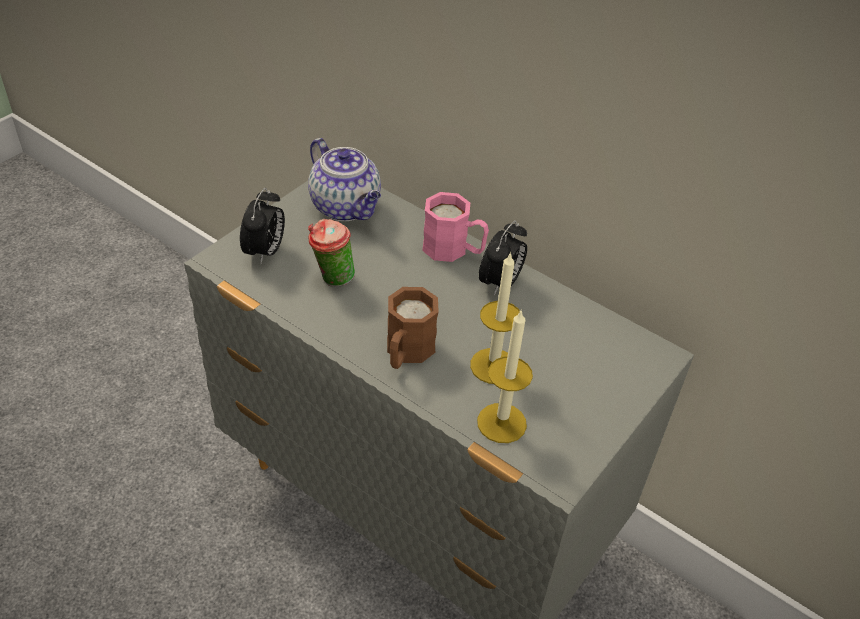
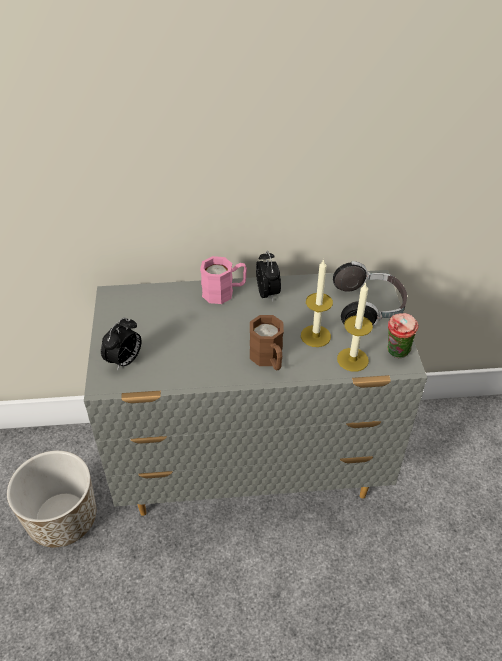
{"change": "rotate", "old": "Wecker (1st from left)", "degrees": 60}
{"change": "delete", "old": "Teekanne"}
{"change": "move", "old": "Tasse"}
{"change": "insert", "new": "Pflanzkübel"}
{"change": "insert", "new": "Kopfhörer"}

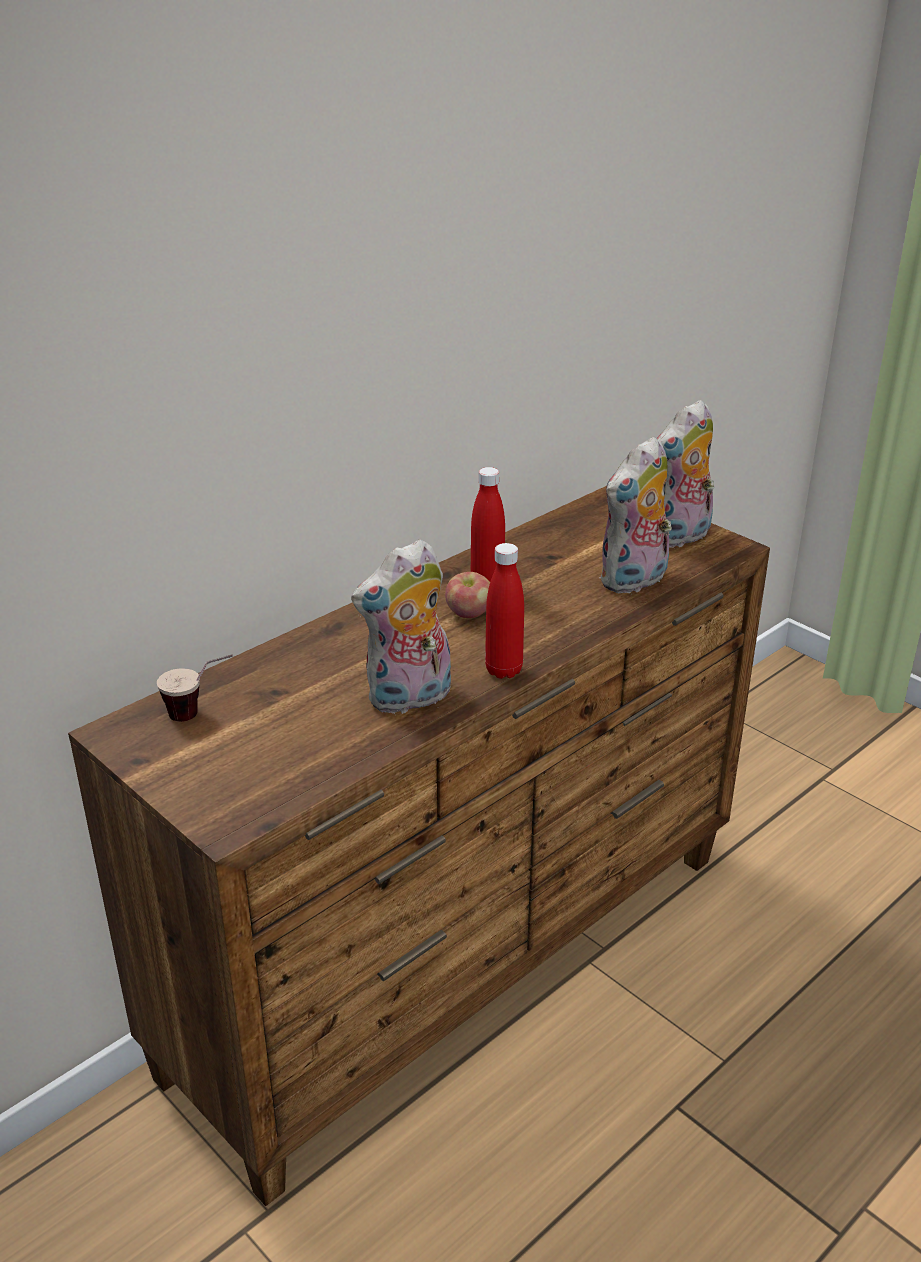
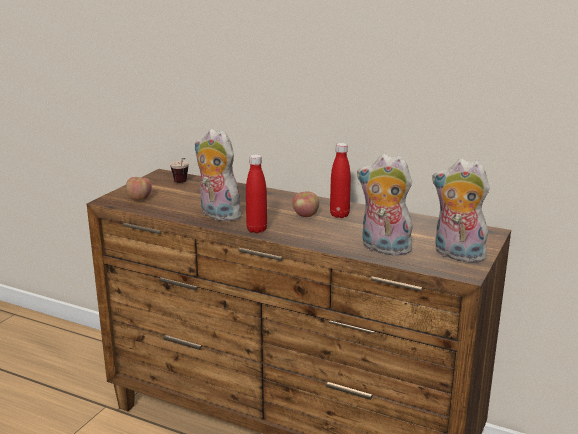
{"change": "insert", "new": "Apfel (1st from left)"}

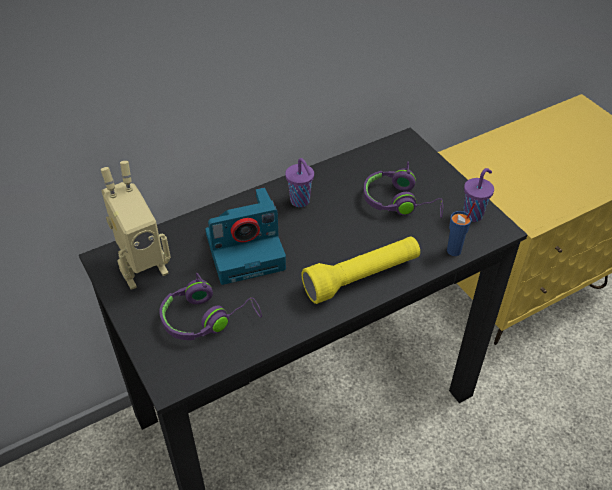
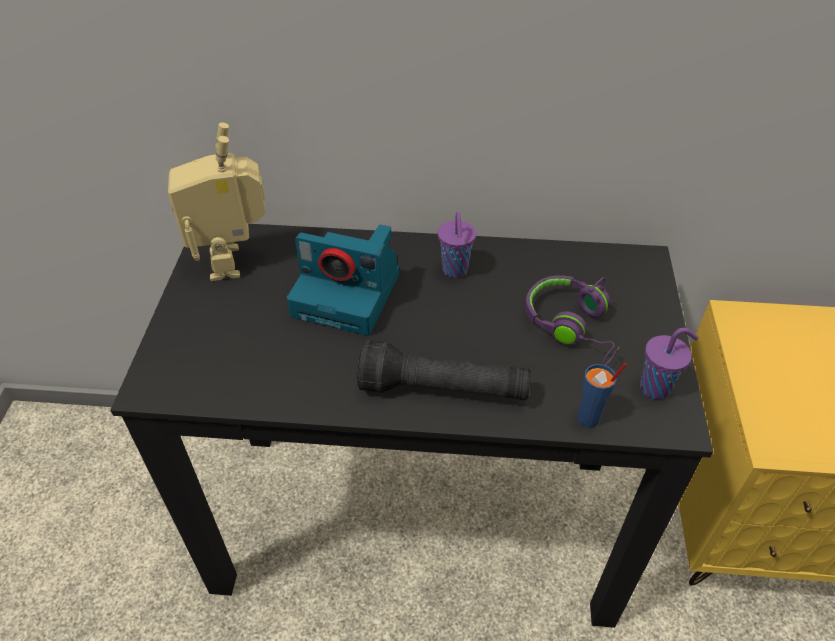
{"change": "rotate", "old": "Spielzeugroboter", "degrees": 75}
{"change": "delete", "old": "Kopfhörer (lila) (1st from left)"}
{"change": "recolor", "old": "Taschenlampe (gelb)", "new": "Taschenlampe (schwarz)"}

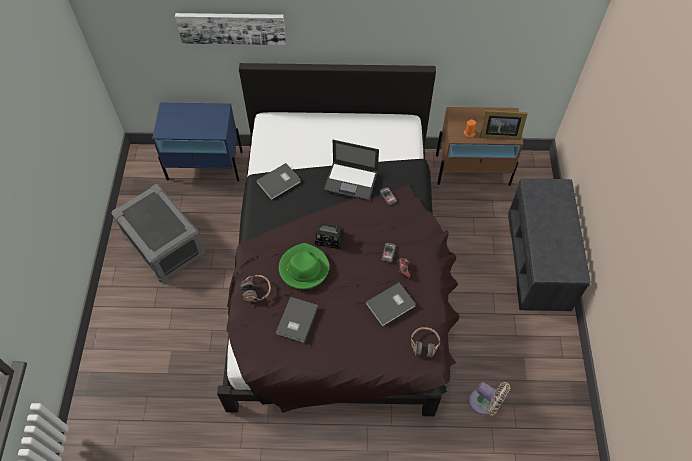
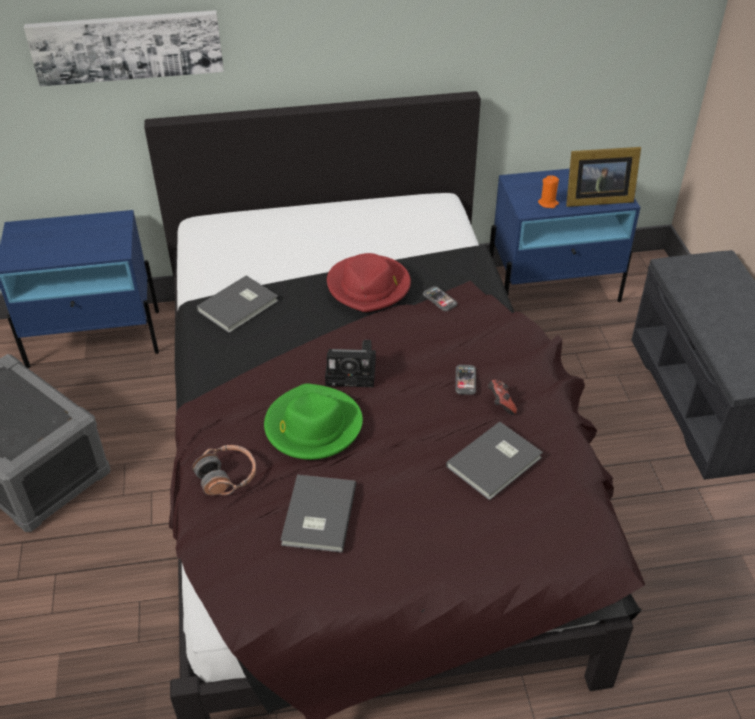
{"change": "replace", "old": "Laptop", "new": "Hut (rot)"}
{"change": "delete", "old": "Kopfhörer (2nd from left)"}
{"change": "recolor", "old": "Nachttisch (braun)", "new": "Nachttisch (blau) (2nd from left)"}
{"change": "delete", "old": "Ventilator (beige)"}

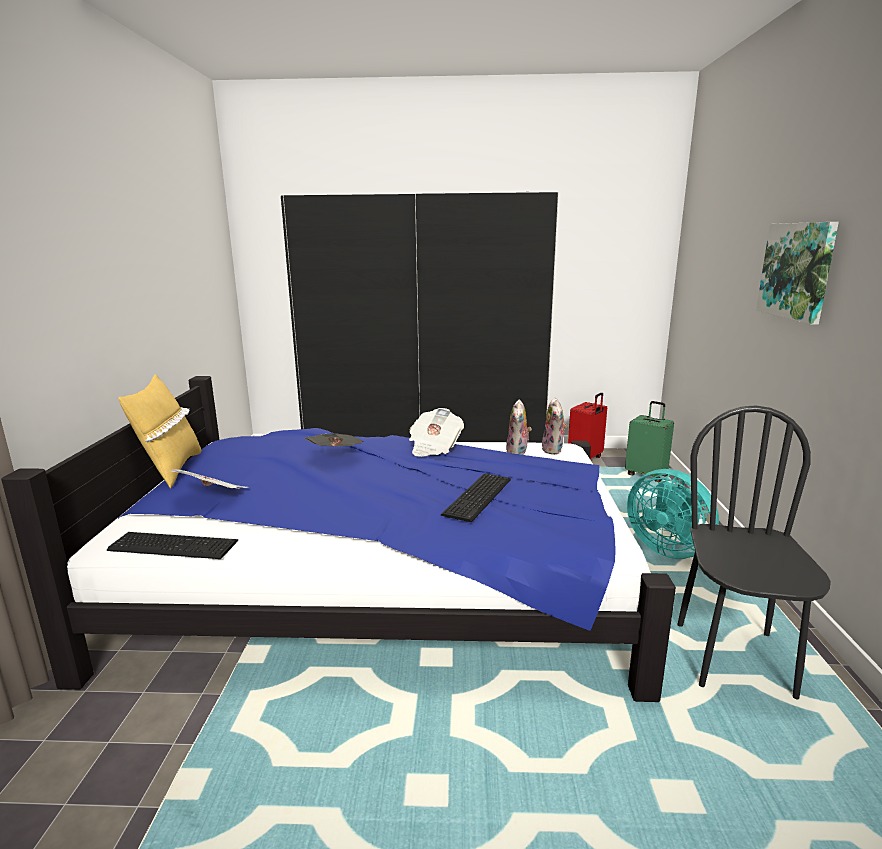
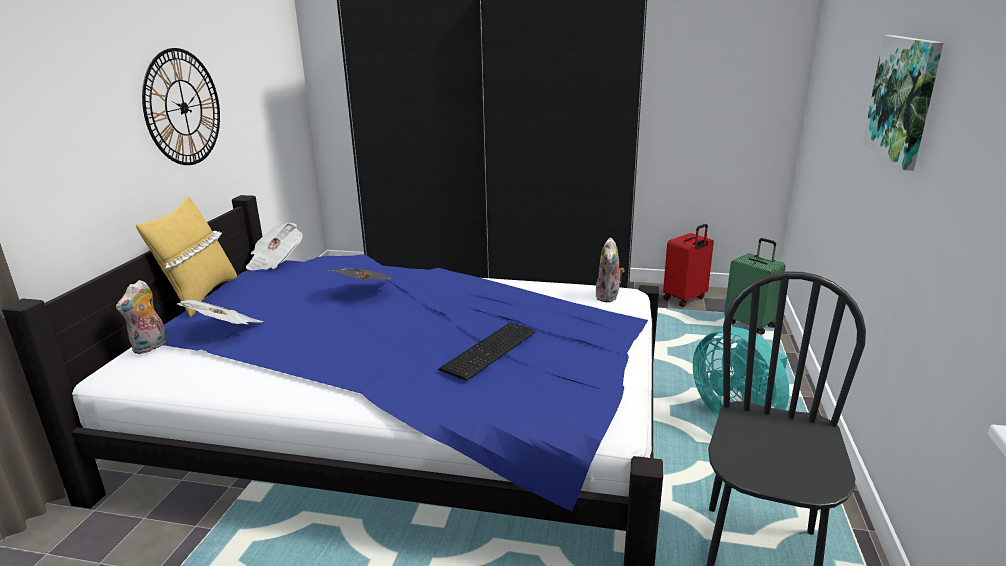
{"change": "delete", "old": "Tastatur (1st from left)"}
{"change": "move", "old": "Zeitung (3rd from left in the first image)", "new": "Zeitung (2nd from left)"}
{"change": "move", "old": "Plüschtier (1st from left)"}
{"change": "insert", "new": "Wanduhr"}

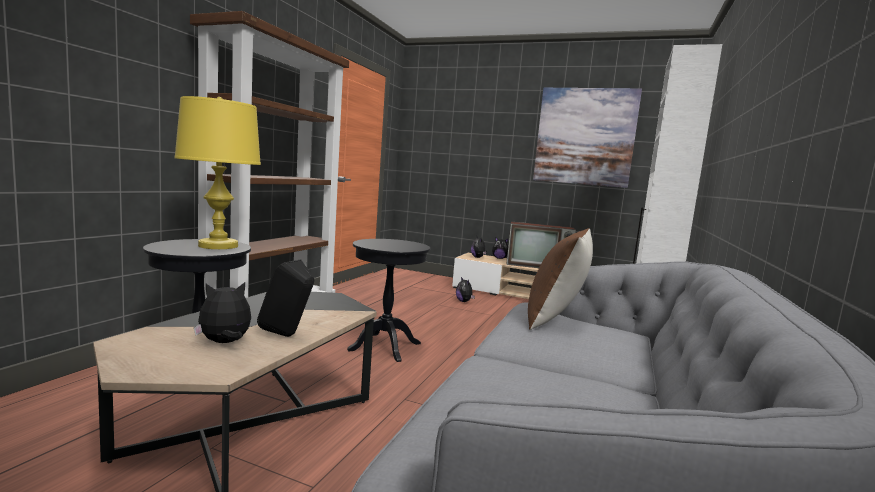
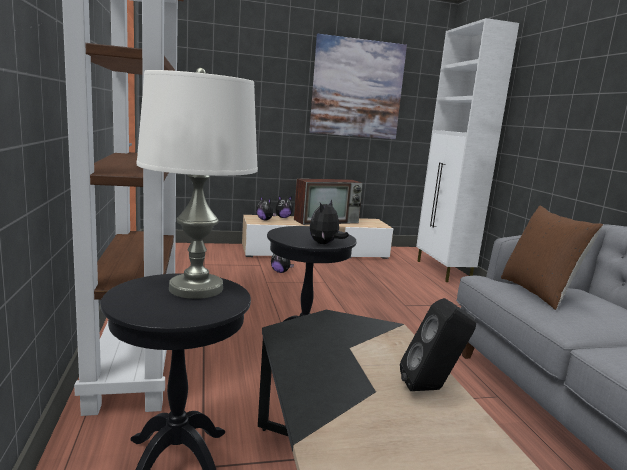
{"change": "recolor", "old": "Tischlampe (gelb)", "new": "Tischlampe (weiß)"}
{"change": "move", "old": "Plüschtier (1st from left in the first image)", "new": "Plüschtier (4th from left)"}

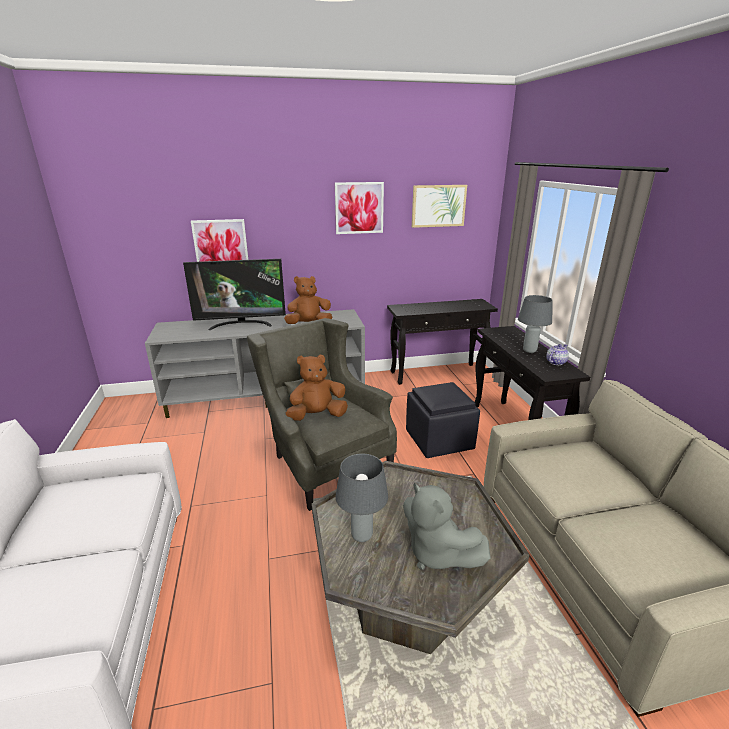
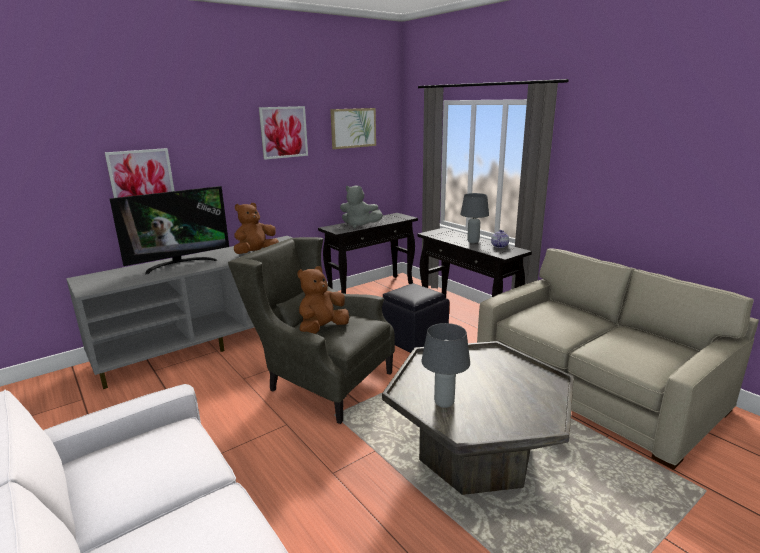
{"change": "move", "old": "Plüschtier (grau)"}

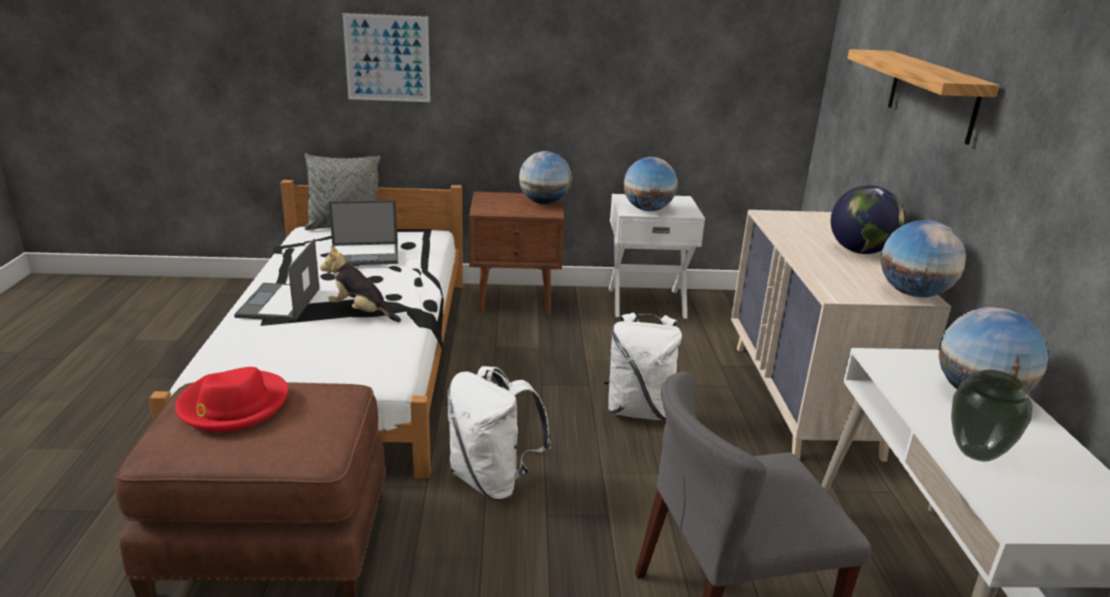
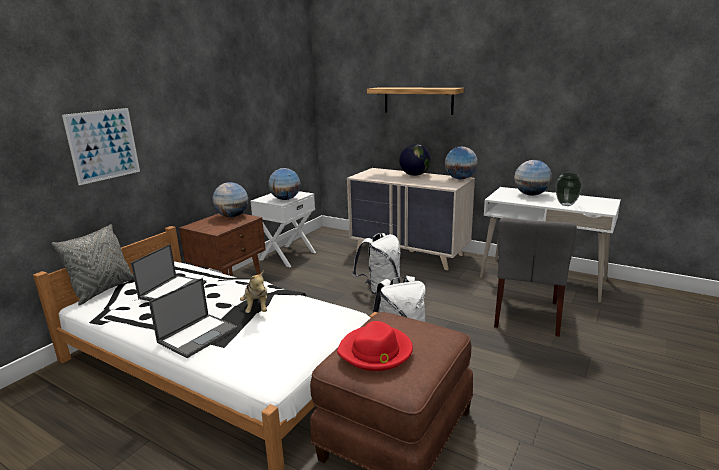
{"change": "rotate", "old": "Laptop (1st from left in the first image)", "degrees": -90}
{"change": "rotate", "old": "Plüschtier", "degrees": -75}

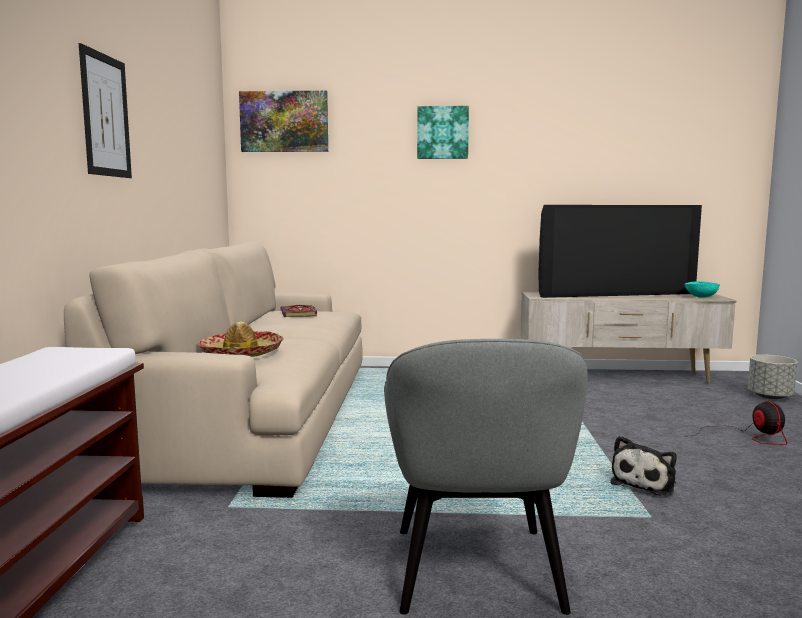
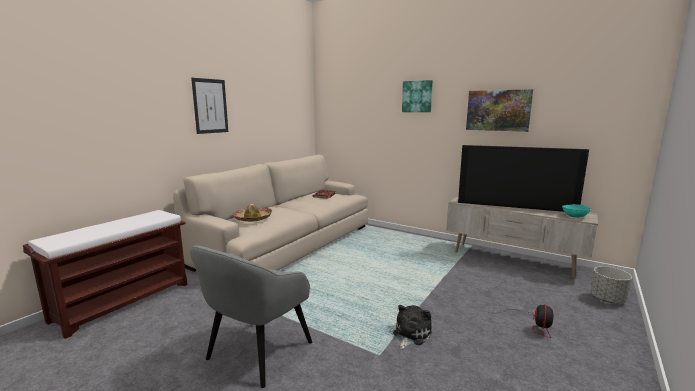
{"change": "move", "old": "Bild (2nd from left in the first image)", "new": "Bild (3rd from left)"}
{"change": "rotate", "old": "Plüschtier", "degrees": 150}

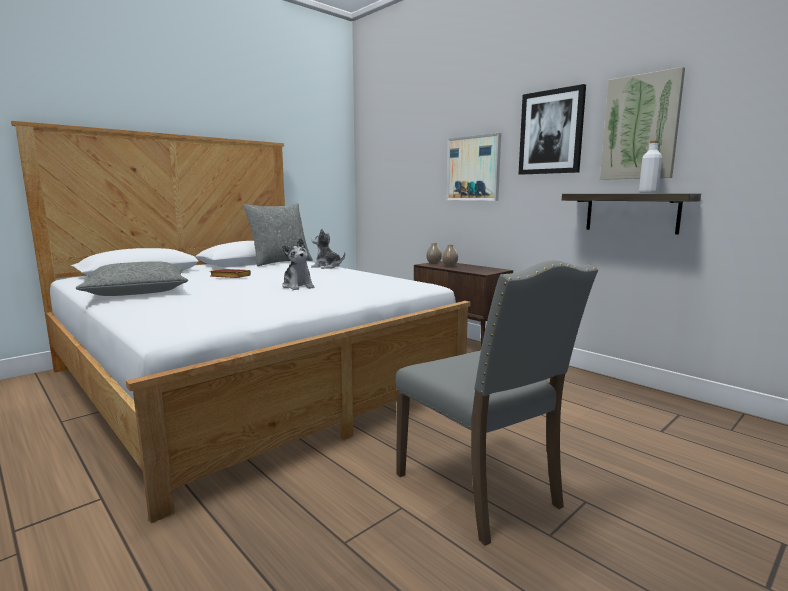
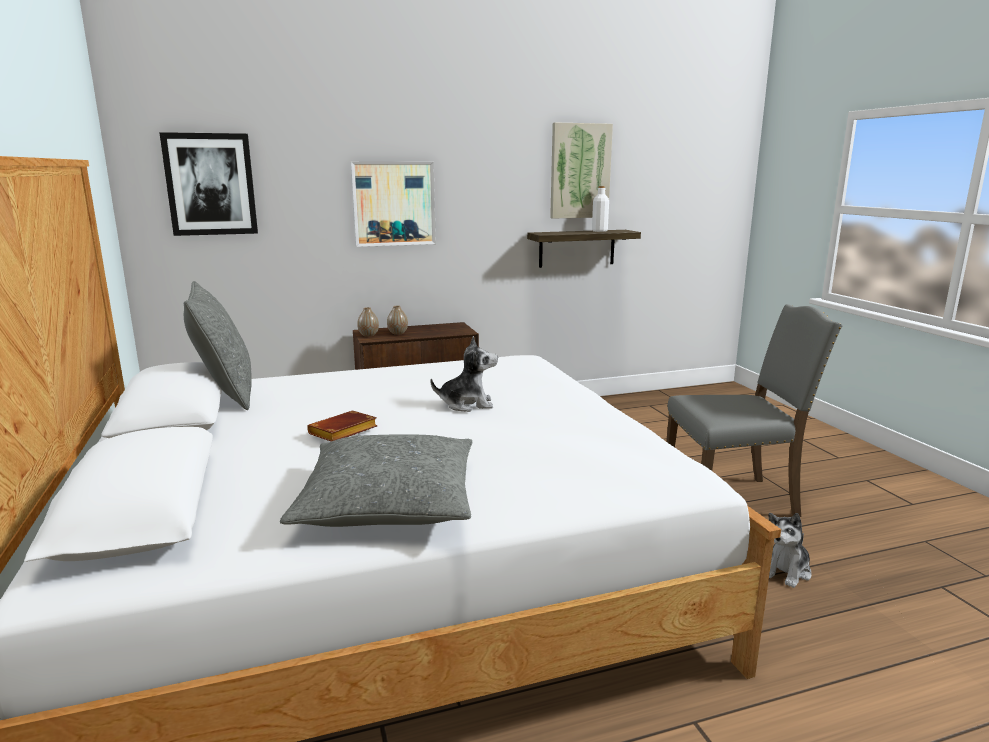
{"change": "move", "old": "Plüschtier (2nd from left)"}
{"change": "move", "old": "Bild (2nd from left in the first image)", "new": "Bild (1st from left)"}

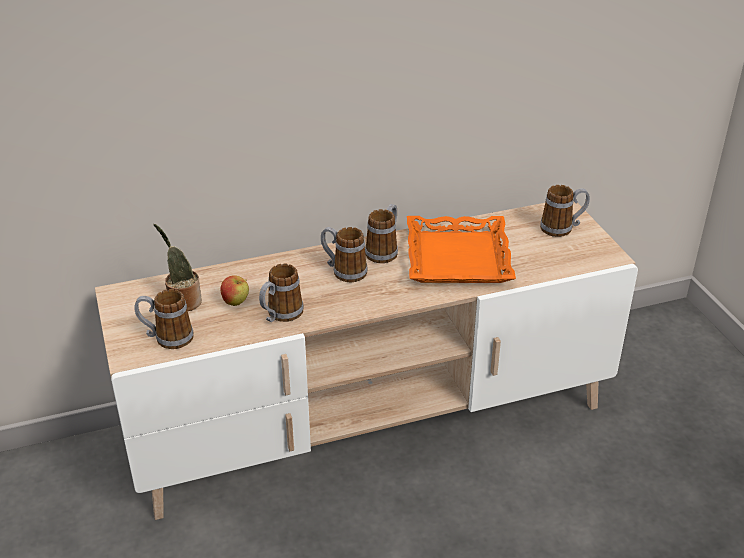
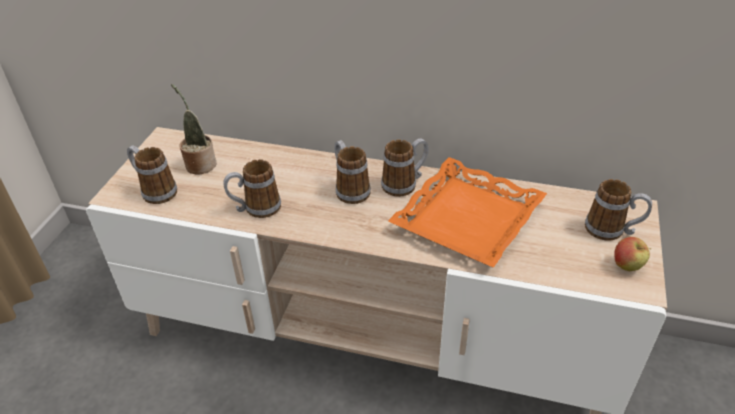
{"change": "move", "old": "Apfel"}

